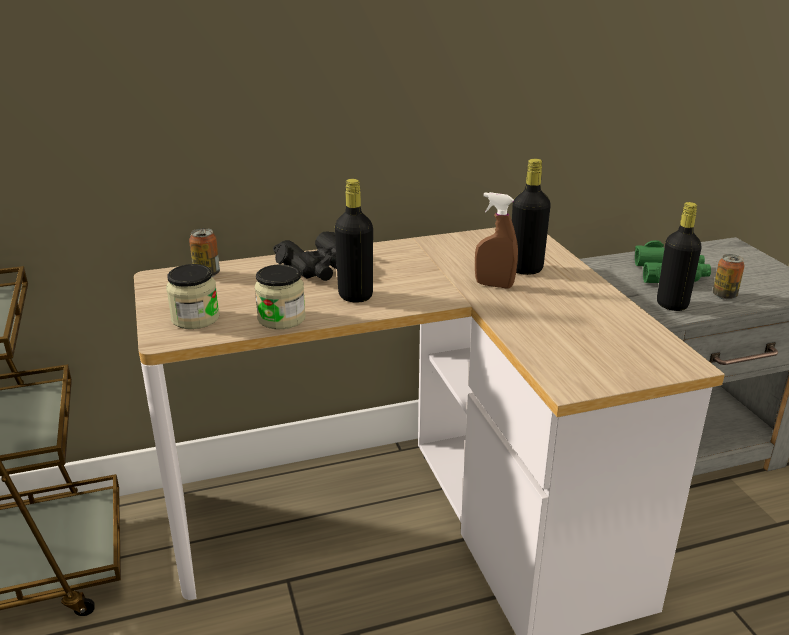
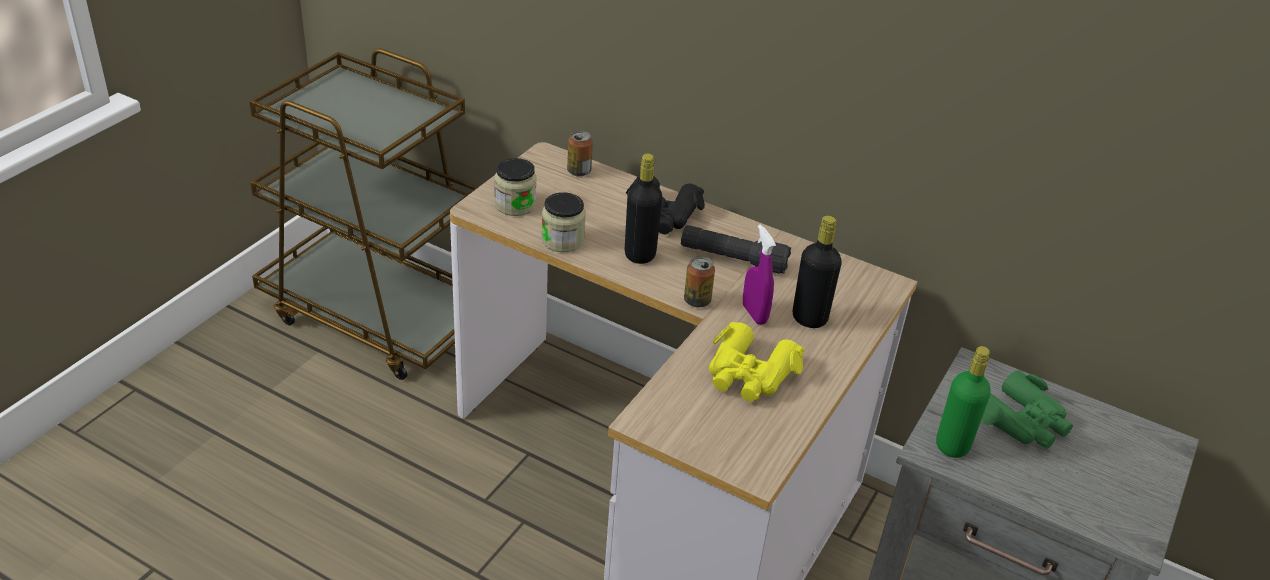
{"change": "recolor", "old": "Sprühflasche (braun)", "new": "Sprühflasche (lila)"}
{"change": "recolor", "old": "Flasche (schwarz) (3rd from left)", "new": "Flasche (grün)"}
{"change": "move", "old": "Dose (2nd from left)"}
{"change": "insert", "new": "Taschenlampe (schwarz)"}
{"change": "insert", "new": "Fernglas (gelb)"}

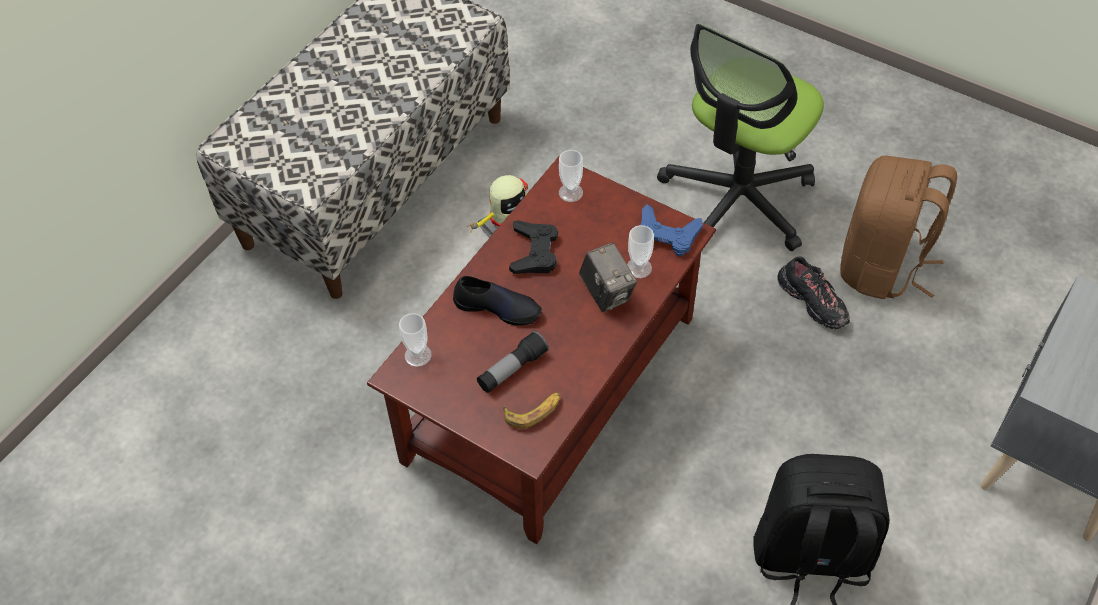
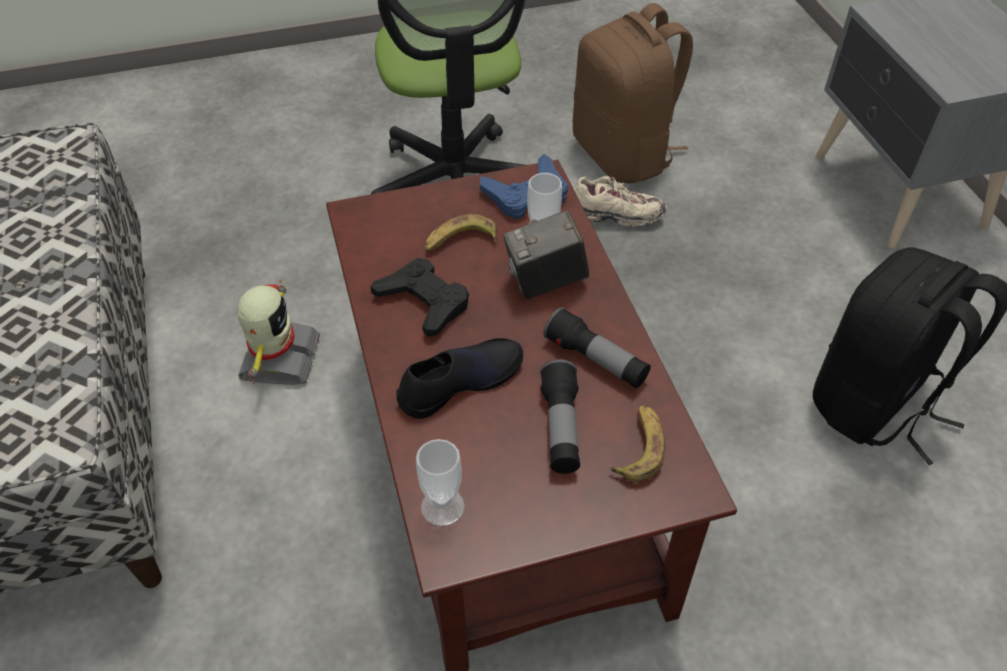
{"change": "delete", "old": "Tasse (2nd from left)"}
{"change": "rotate", "old": "Kamera", "degrees": 150}
{"change": "recolor", "old": "Schuh (schwarz) (2nd from left)", "new": "Schuh (beige)"}
{"change": "insert", "new": "Banane (1st from left)"}
{"change": "insert", "new": "Taschenlampe (2nd from left)"}

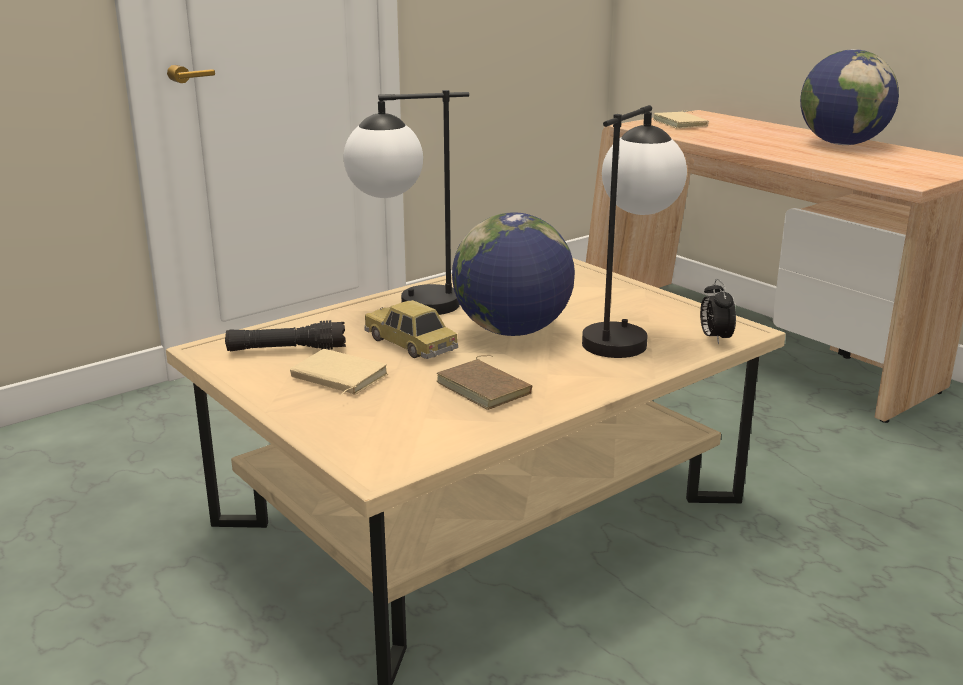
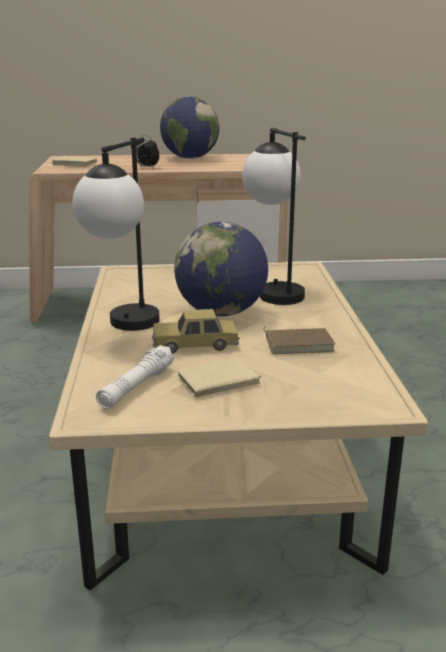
{"change": "recolor", "old": "Taschenlampe (schwarz)", "new": "Taschenlampe (weiß)"}
{"change": "move", "old": "Wecker"}

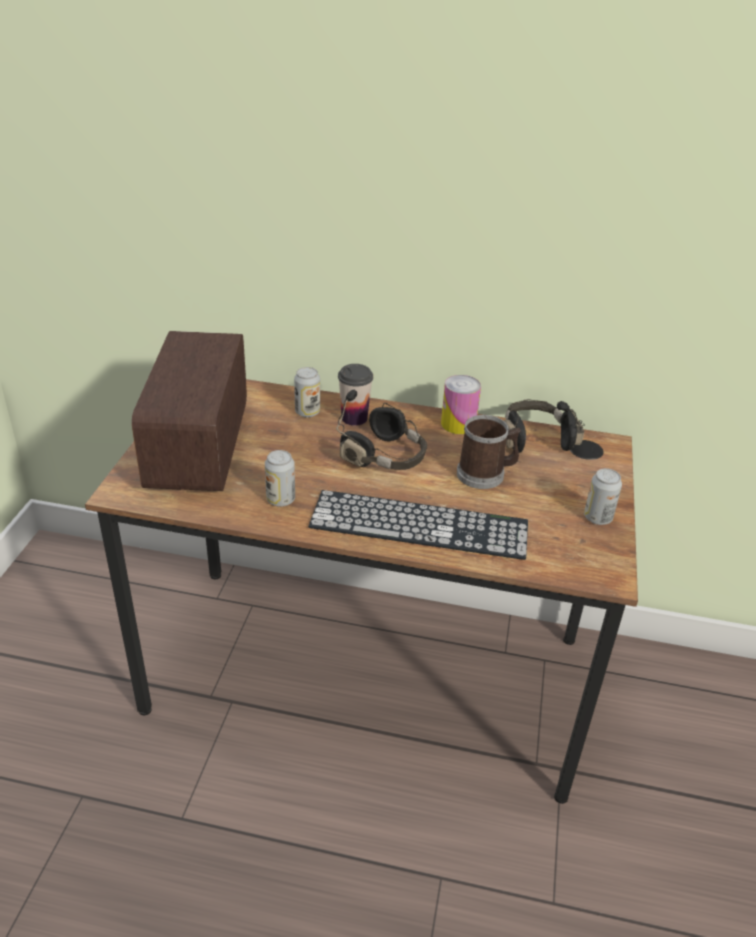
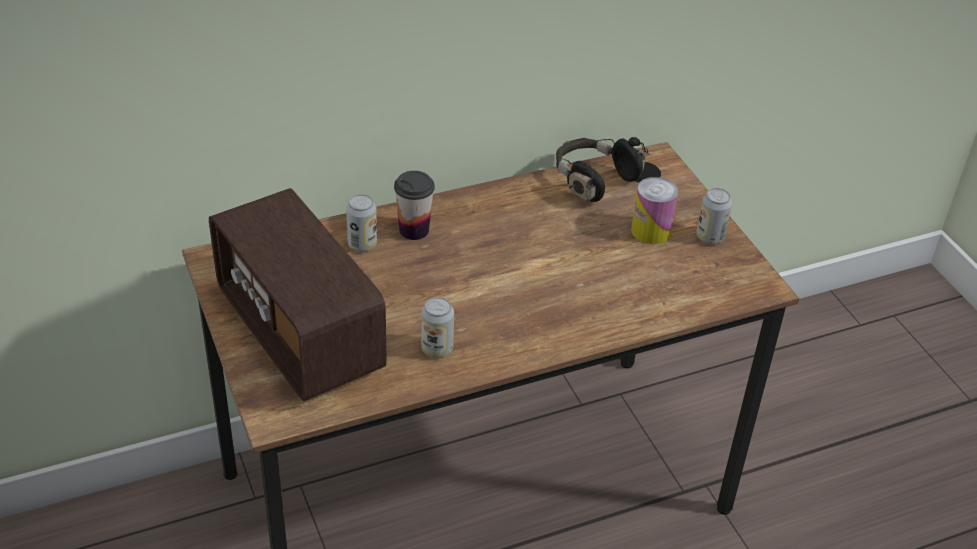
{"change": "delete", "old": "Tastatur"}
{"change": "delete", "old": "Kopfhörer (schwarz) (1st from left)"}
{"change": "move", "old": "Dose (3rd from left)"}
{"change": "delete", "old": "Henkelbecher"}

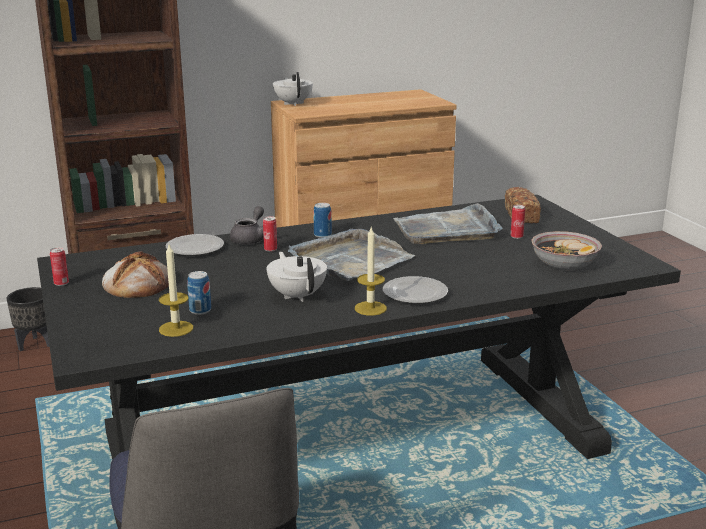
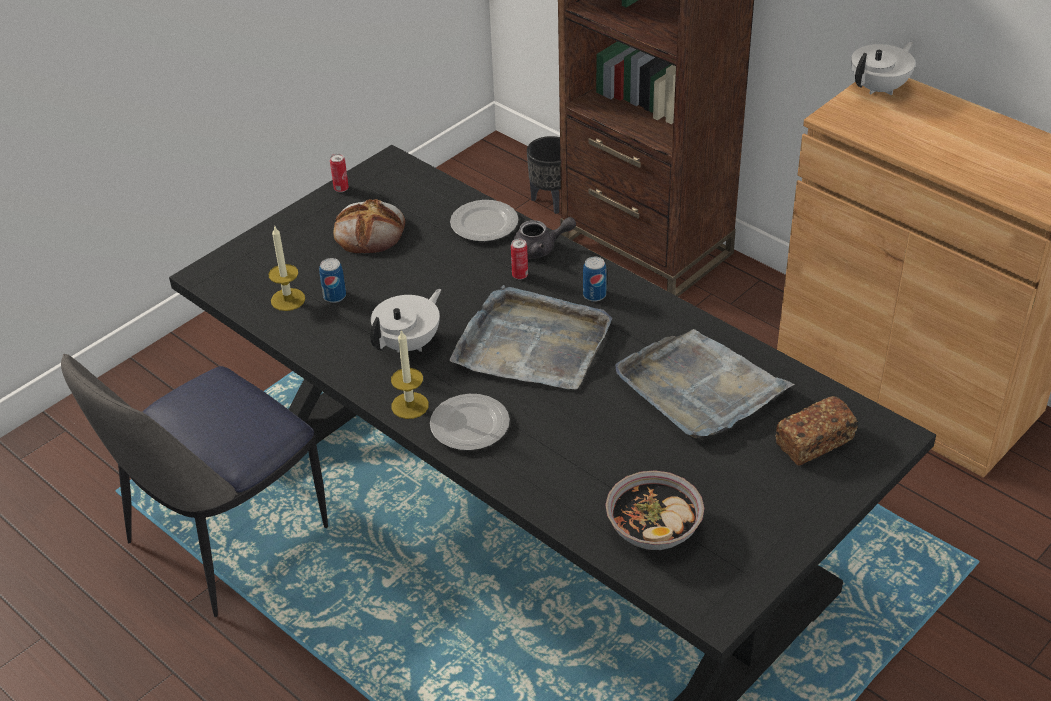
{"change": "delete", "old": "Dose (5th from left)"}

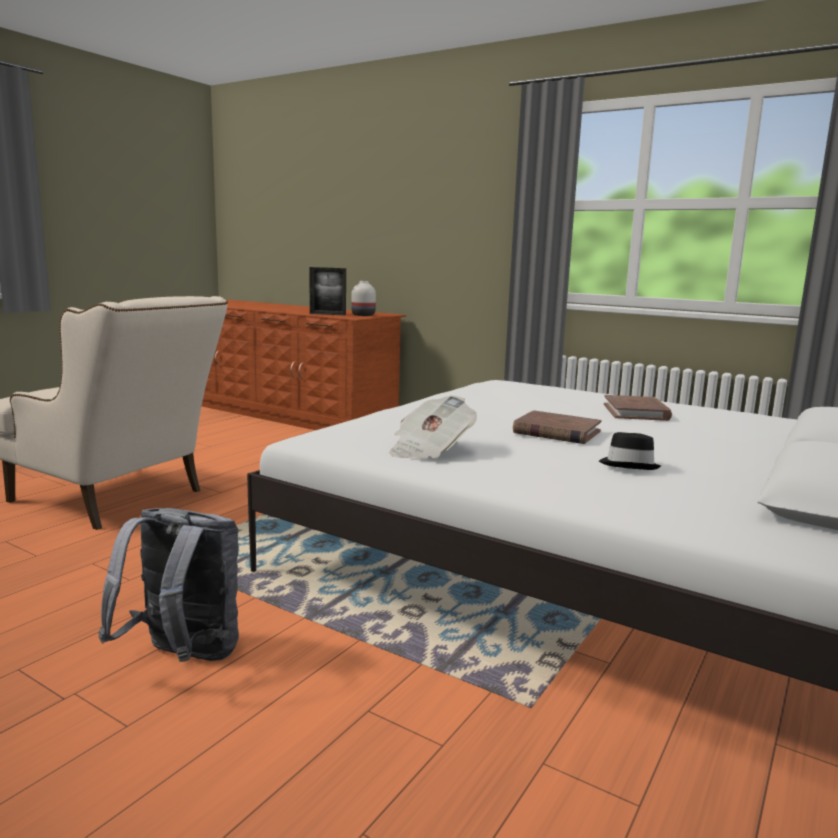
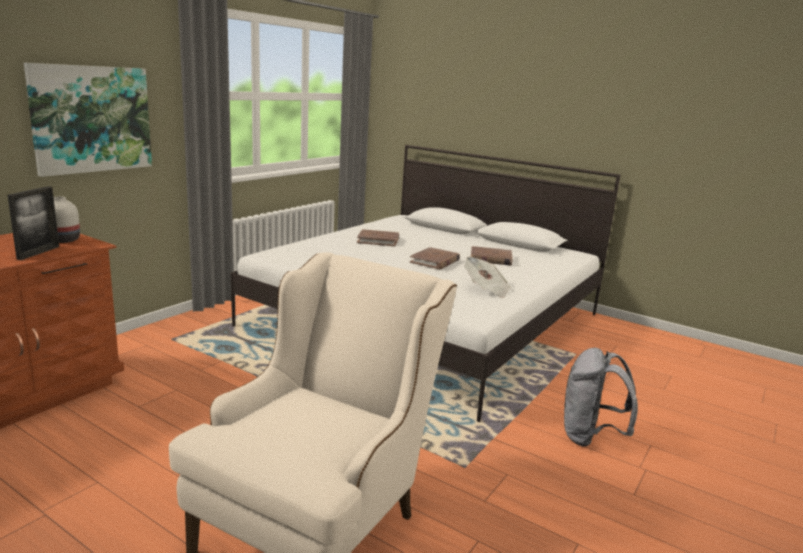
{"change": "replace", "old": "Hut (schwarz)", "new": "Buch (braun) (3rd from left)"}
{"change": "insert", "new": "Bild"}

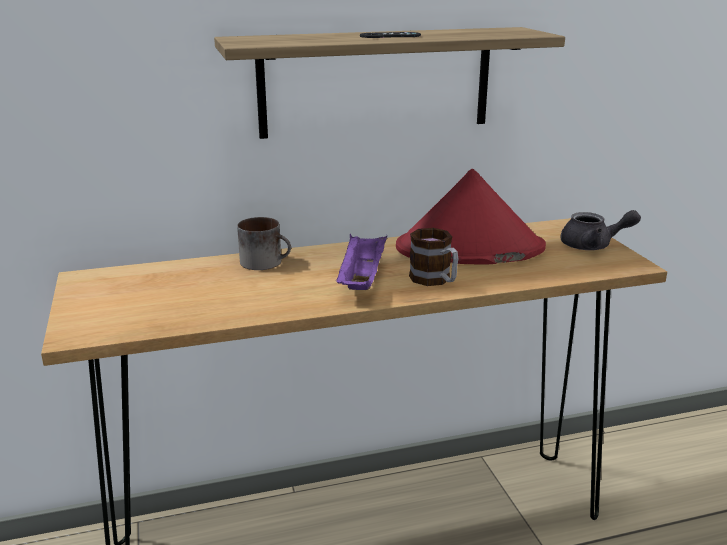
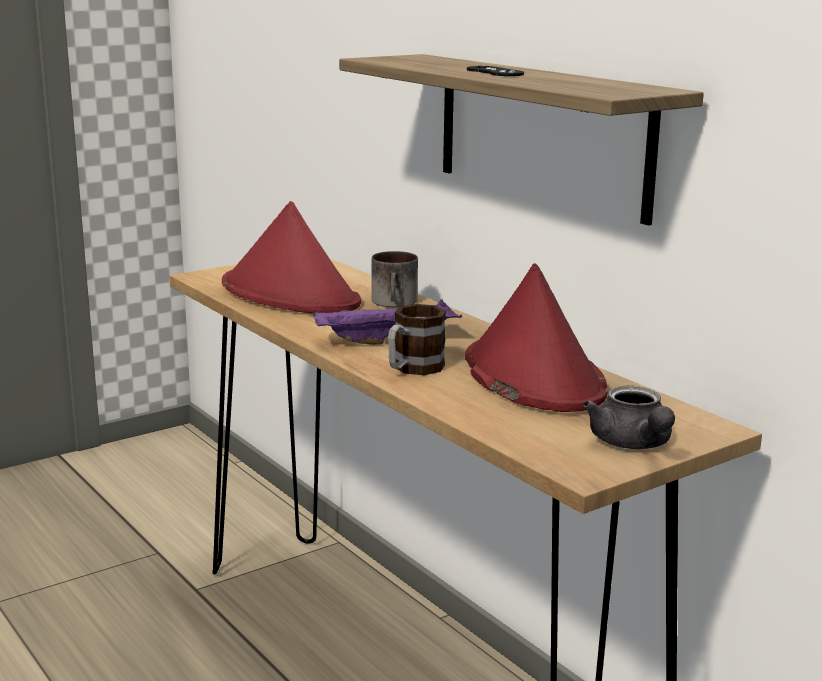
{"change": "insert", "new": "Hut (rot) (1st from left)"}

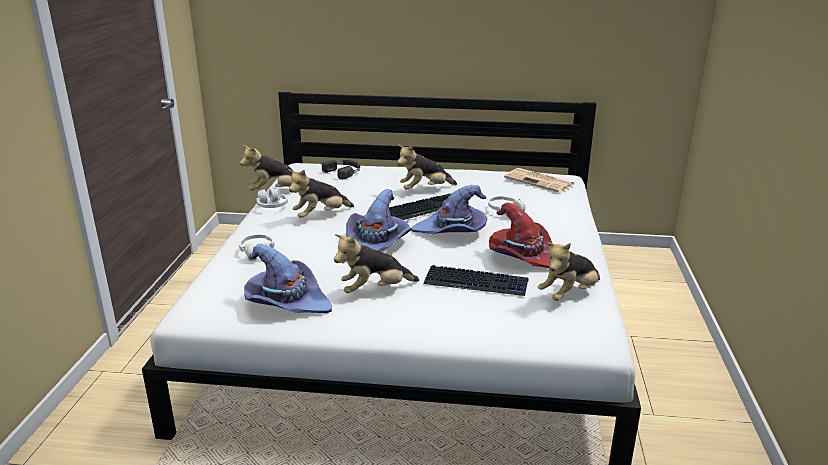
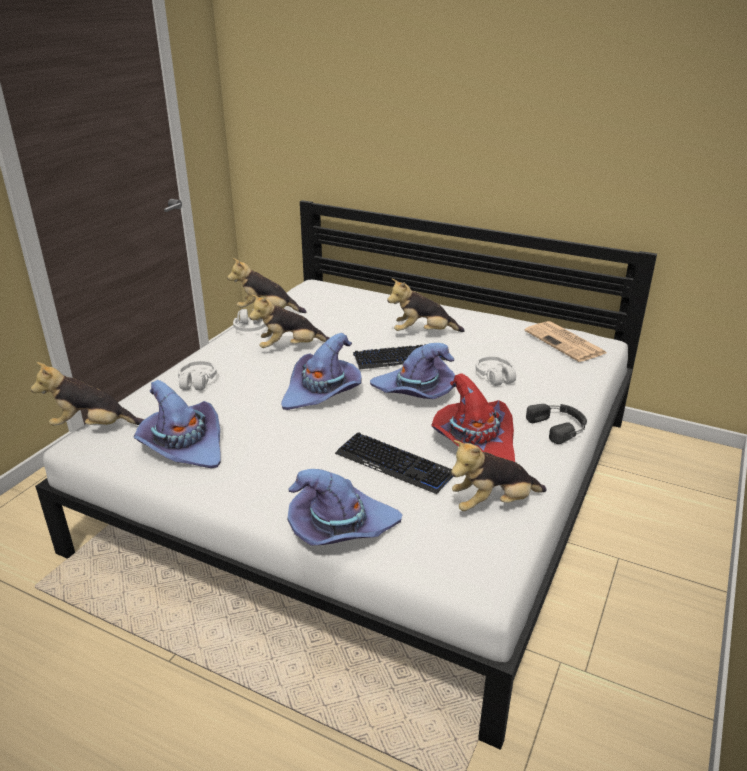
{"change": "move", "old": "Kopfhörer (schwarz)"}
{"change": "move", "old": "Plüschtier (3rd from left in the first image)", "new": "Plüschtier (1st from left)"}
{"change": "insert", "new": "Hut (lila) (3rd from left)"}

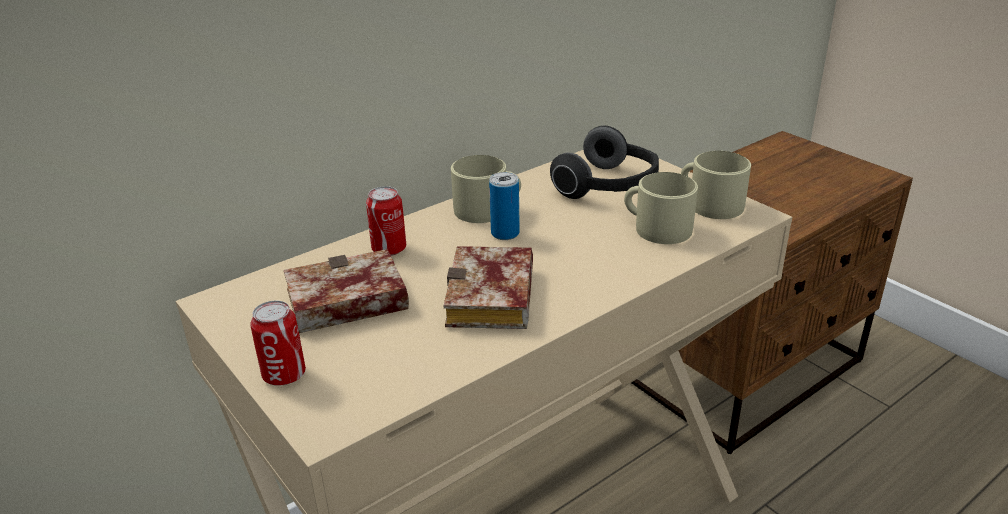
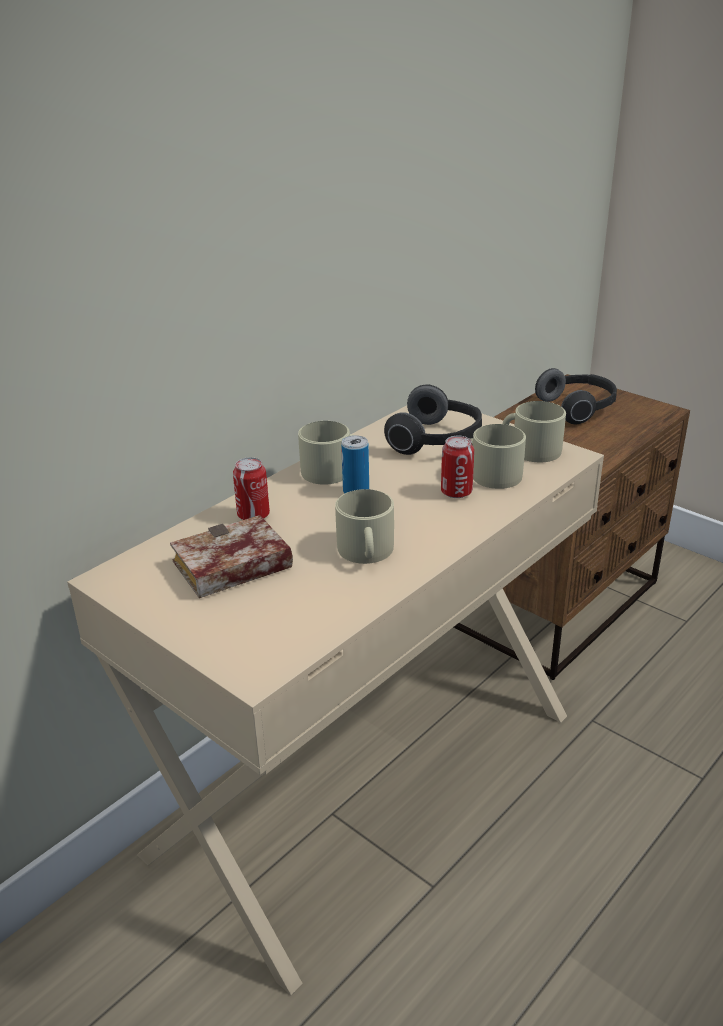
{"change": "move", "old": "Dose (1st from left in the first image)", "new": "Dose (3rd from left)"}
{"change": "replace", "old": "Buch (2nd from left)", "new": "Henkelbecher (beige) (2nd from left)"}
{"change": "insert", "new": "Kopfhörer (2nd from left)"}

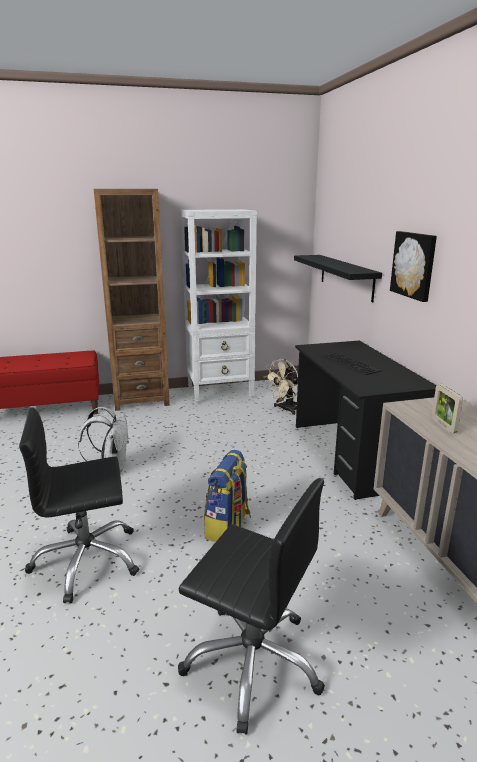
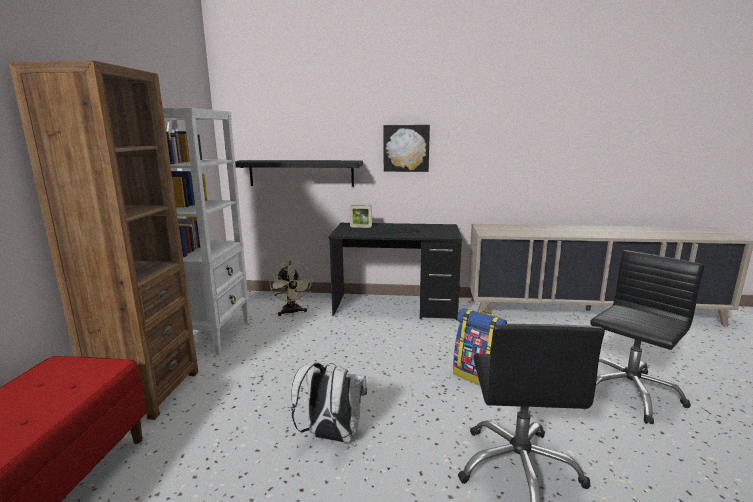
{"change": "move", "old": "Bilderrahmen"}

